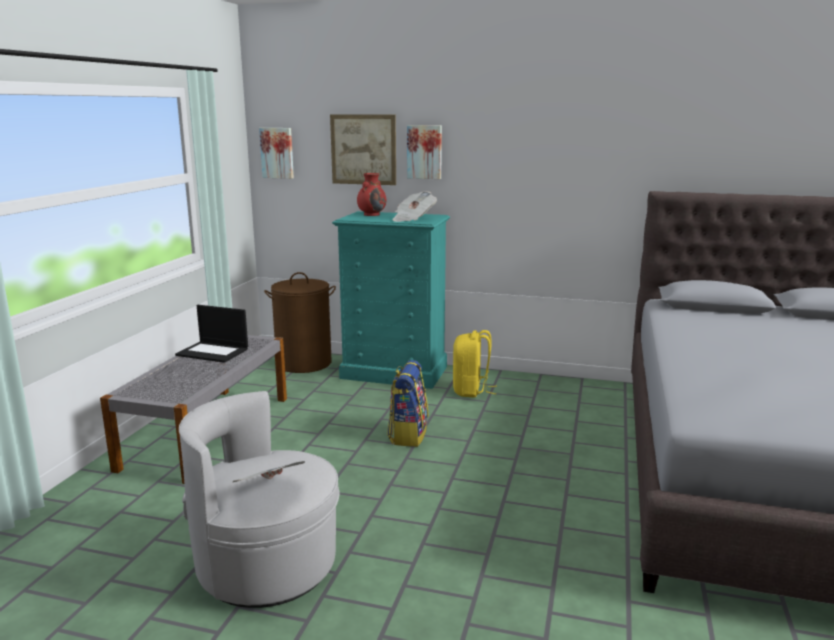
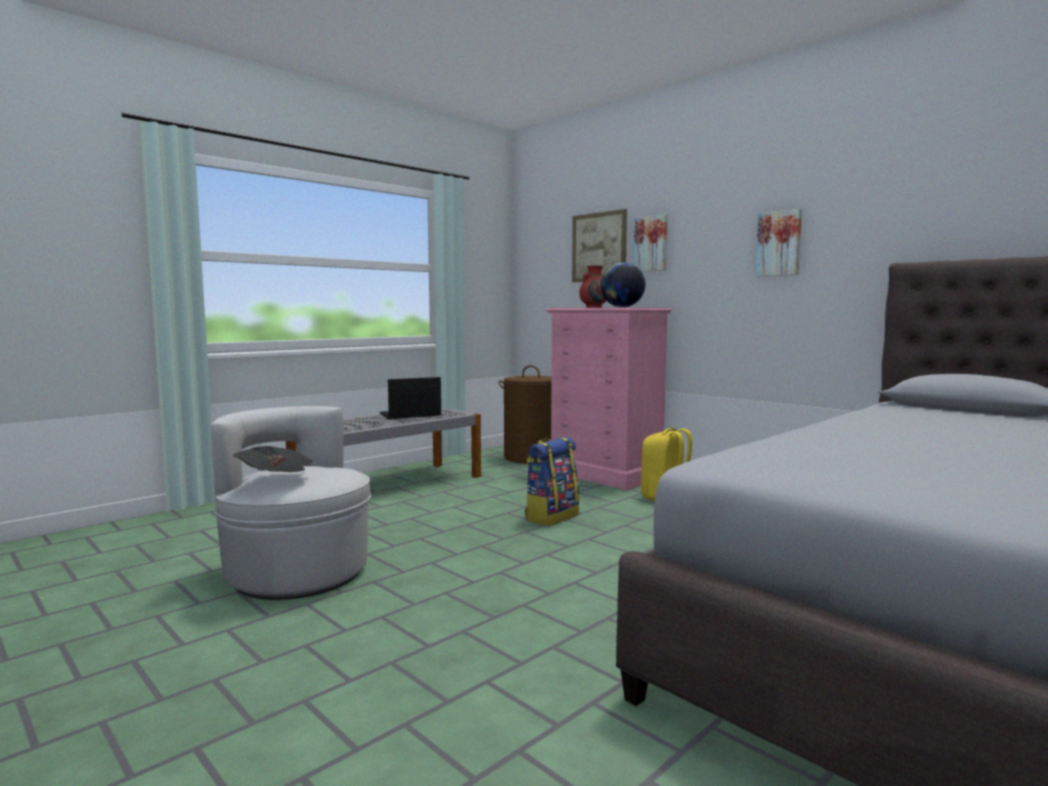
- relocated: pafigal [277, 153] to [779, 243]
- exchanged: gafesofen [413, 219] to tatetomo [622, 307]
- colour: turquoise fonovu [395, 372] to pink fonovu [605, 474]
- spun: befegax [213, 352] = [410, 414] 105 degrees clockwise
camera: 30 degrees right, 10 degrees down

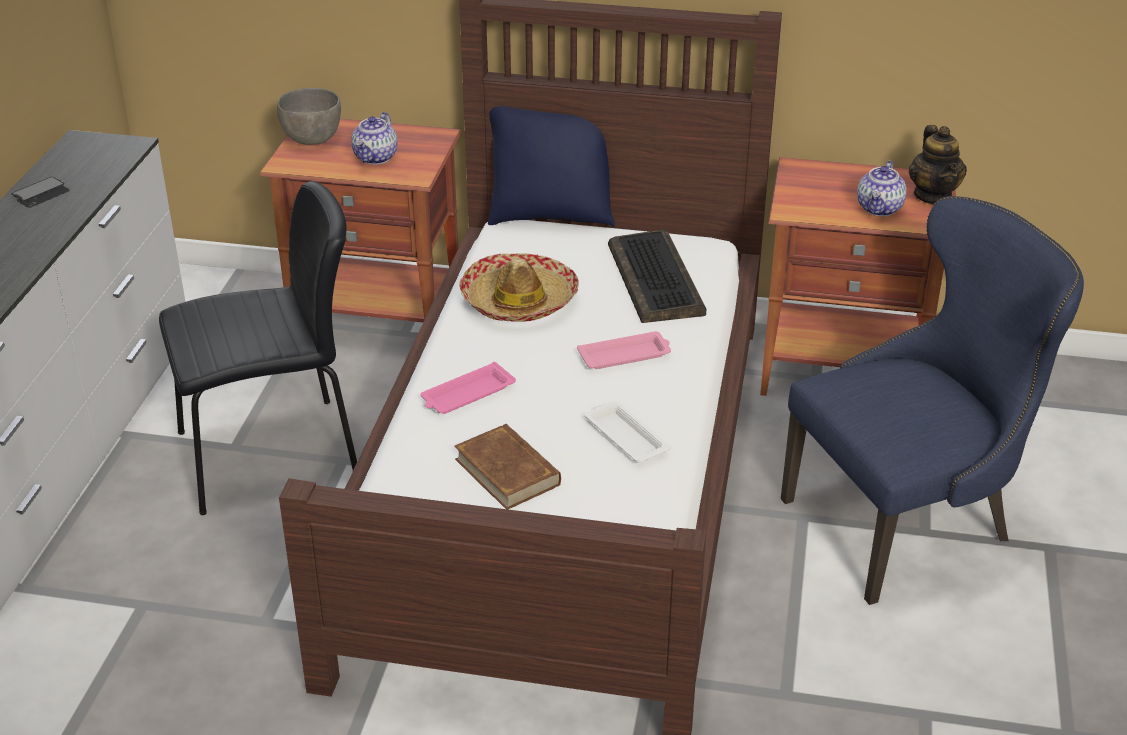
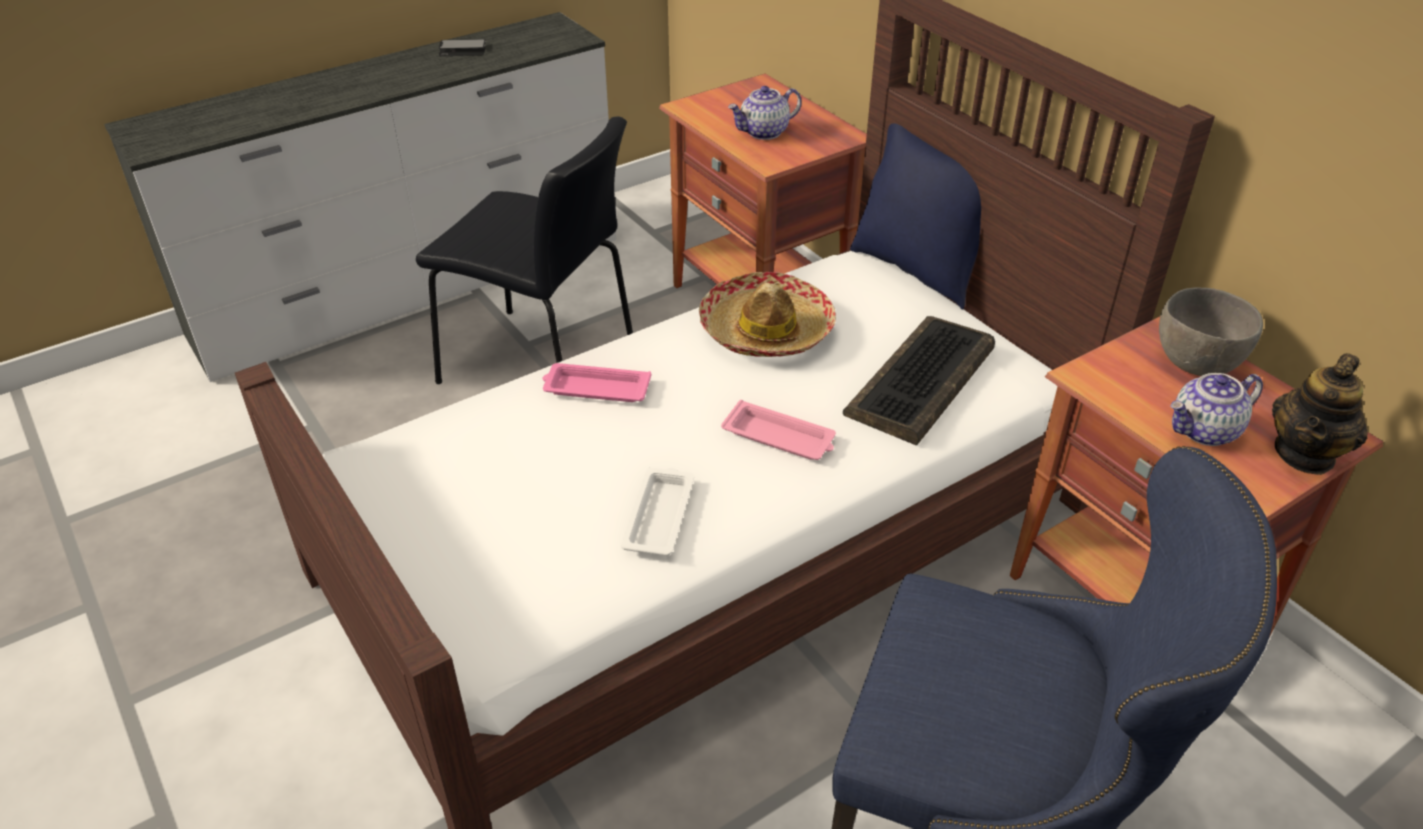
- relocated: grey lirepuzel [311, 139] to [1195, 363]
- missing: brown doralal [507, 471]
camera: 45 degrees right, 5 degrees up

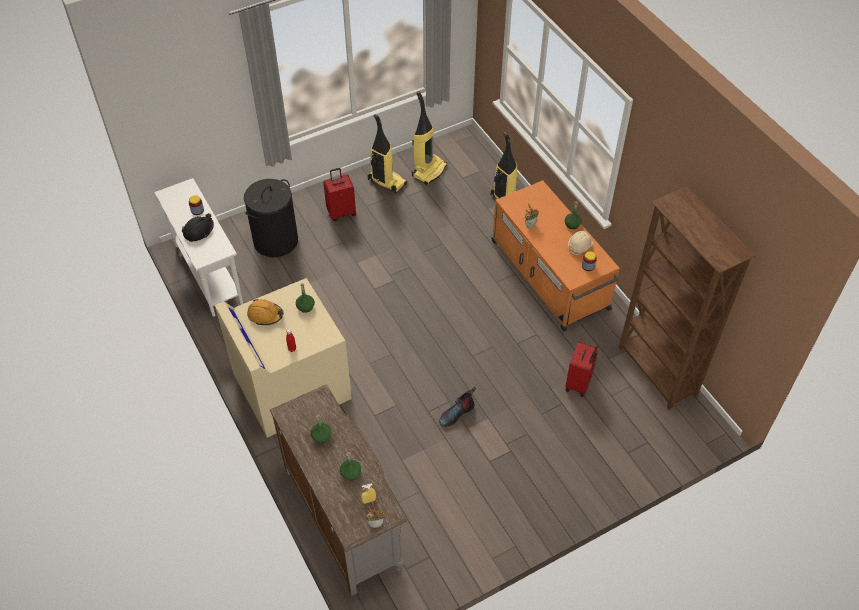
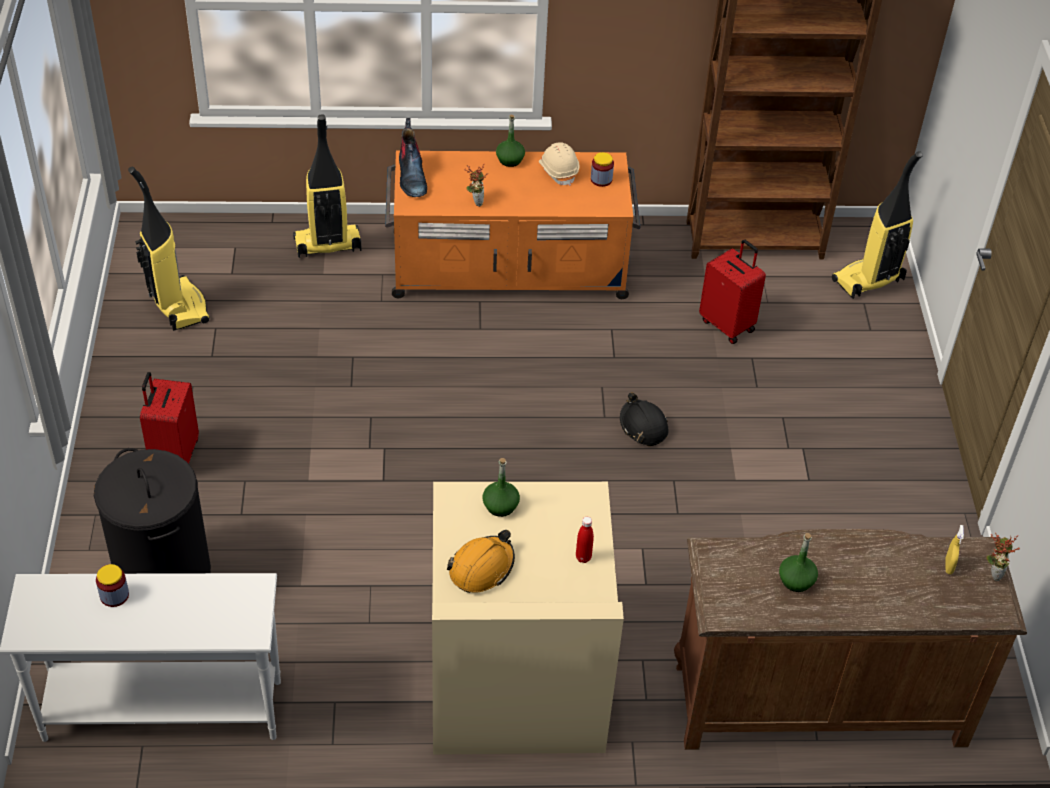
- relocated: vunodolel [386, 182] to [868, 281]
- relocated: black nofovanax [198, 231] to [643, 426]
- colour: grey fonovu [344, 515] to brown fonovu [816, 700]
- relocated: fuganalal [457, 413] to [411, 177]
- missing: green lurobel [351, 473]
camera: 65 degrees left, 5 degrees down

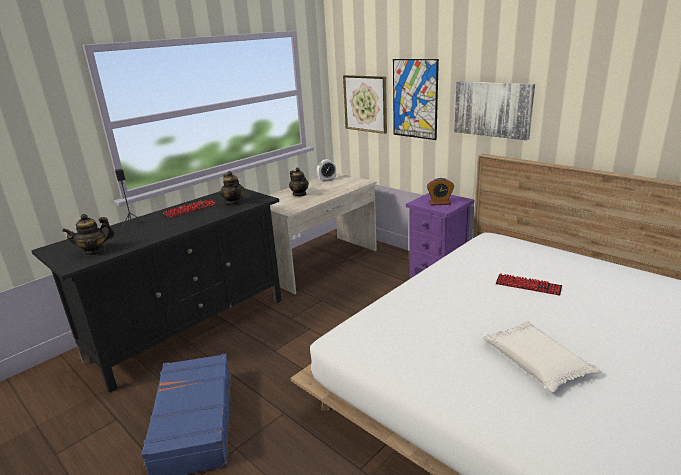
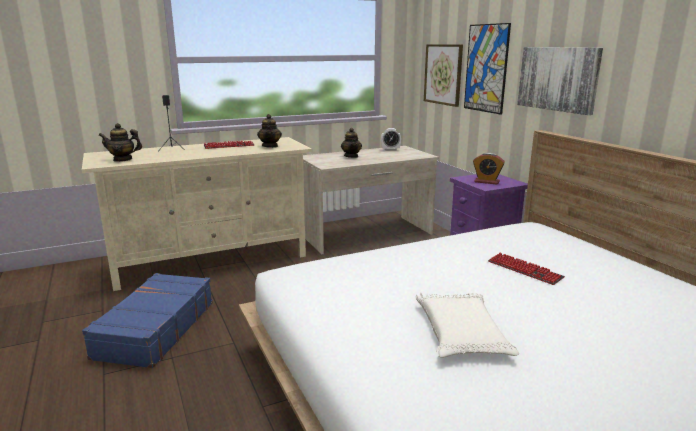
- colour: black fonovu [190, 328] to beige fonovu [211, 261]
camera: 20 degrees right, 5 degrees down

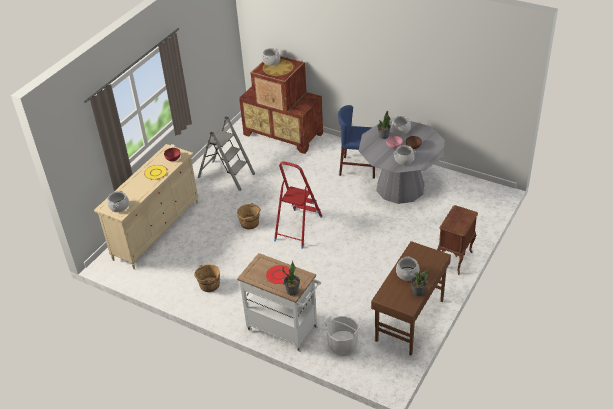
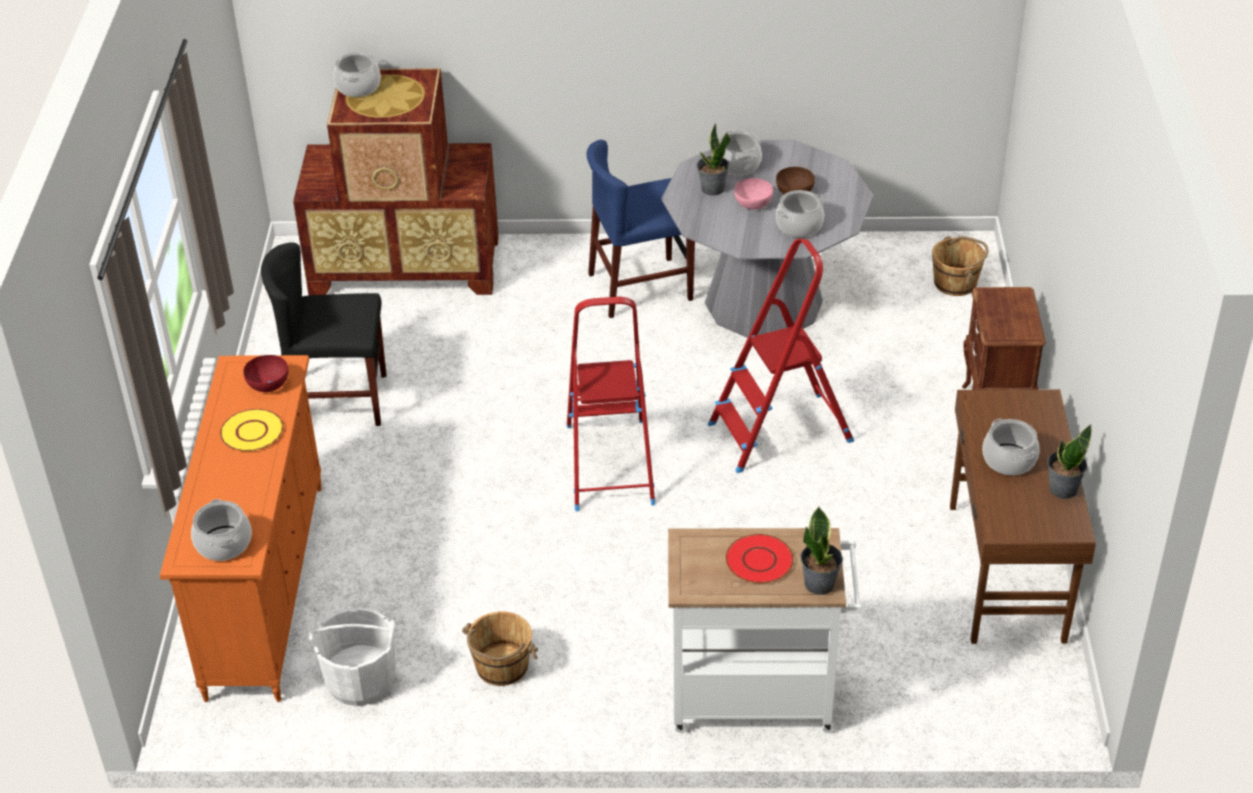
- exchanged: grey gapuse [225, 175] to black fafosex [337, 401]
- colour: beige fonovu [156, 231] to orange fonovu [265, 589]
- relocated: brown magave [250, 223] to [956, 283]
- relocated: white magave [343, 345] to [360, 680]
- appeared: red gapuse [778, 433]
camera: 30 degrees left, 0 degrees up

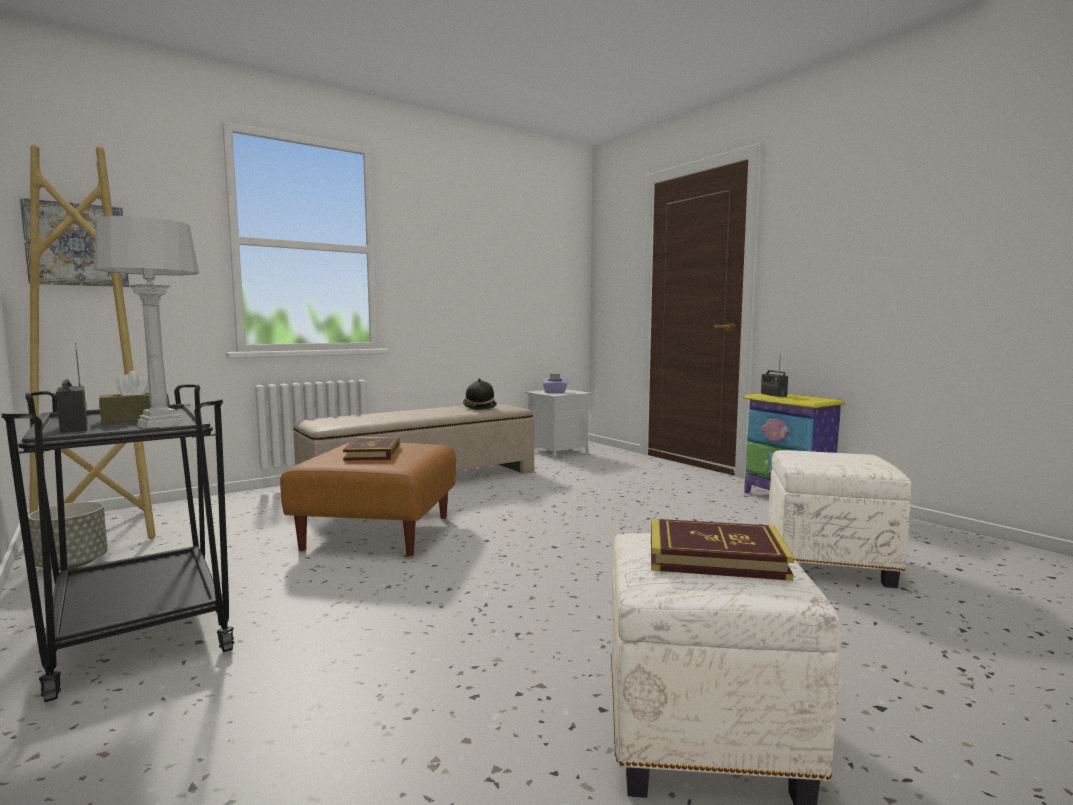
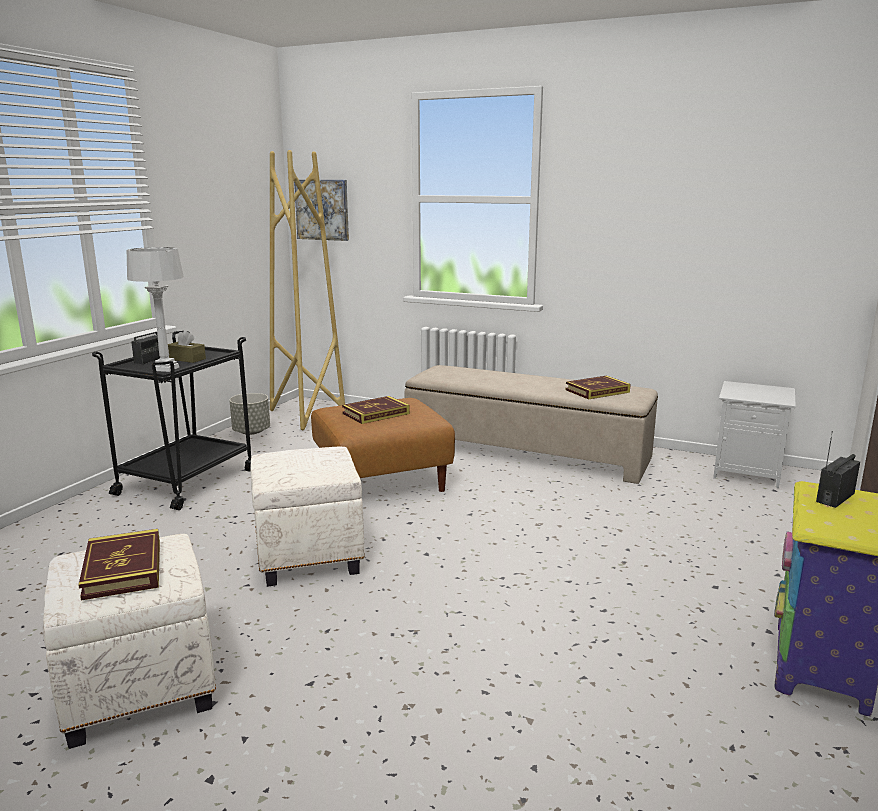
- missing: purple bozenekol [555, 392]
- exchanged: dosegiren [479, 408] to doralal [597, 391]
- relocated: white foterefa [829, 563] to [310, 557]
camera: 60 degrees right, 10 degrees up

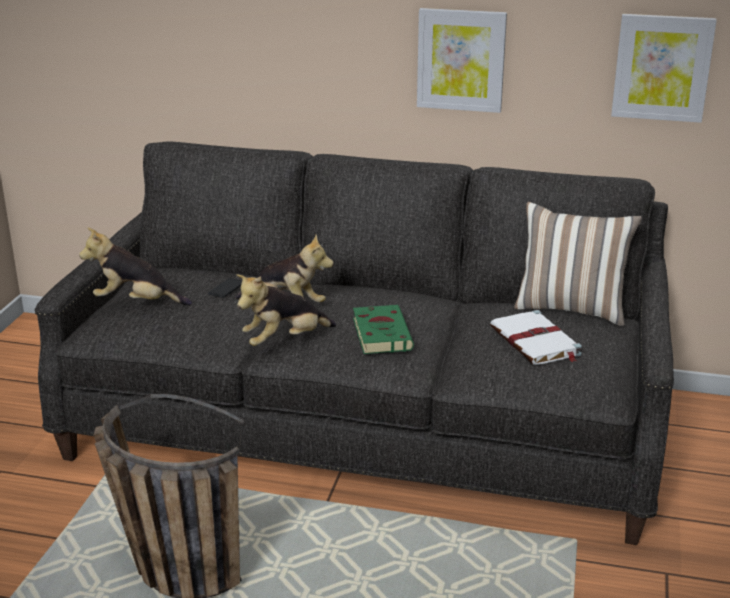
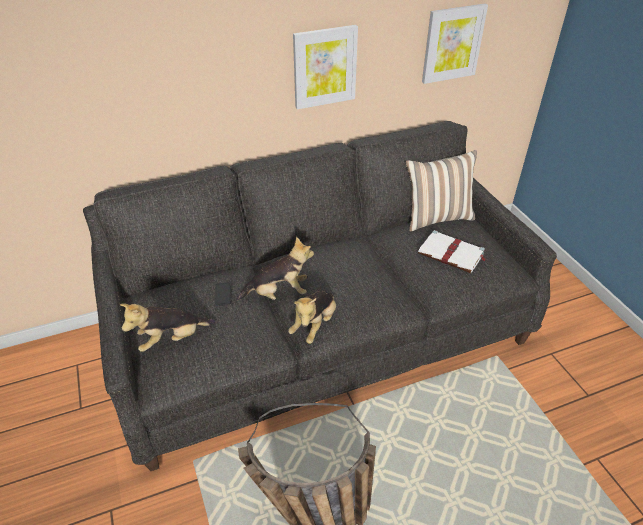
- missing: green doralal [381, 333]
camera: 35 degrees left, 15 degrees up

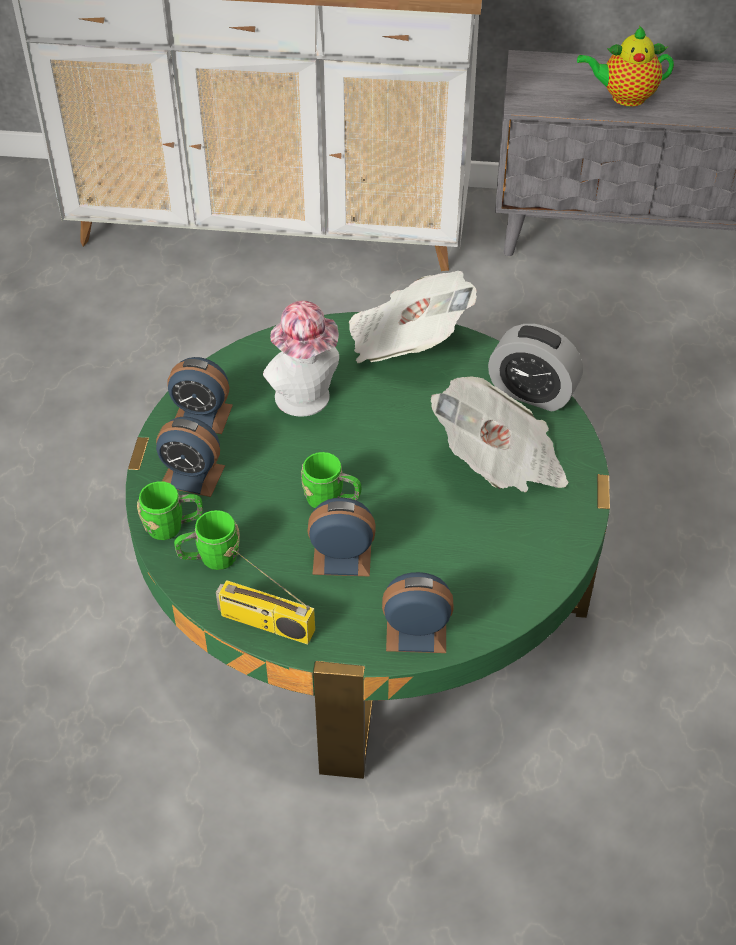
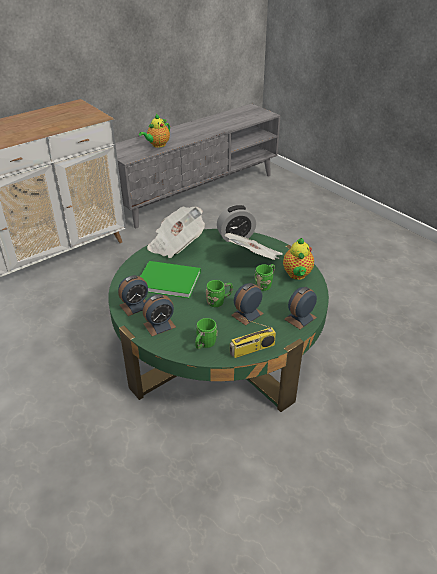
- exchanged: dosegiren [307, 401] to green doralal [167, 279]
- relocated: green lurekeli [173, 526] to [265, 284]
- appeared: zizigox [297, 275]
camera: 45 degrees left, 10 degrees down

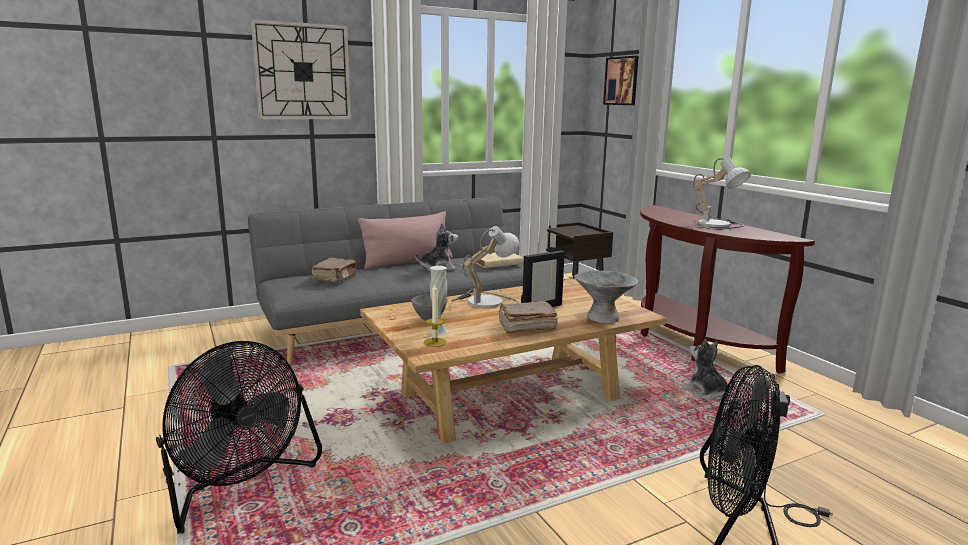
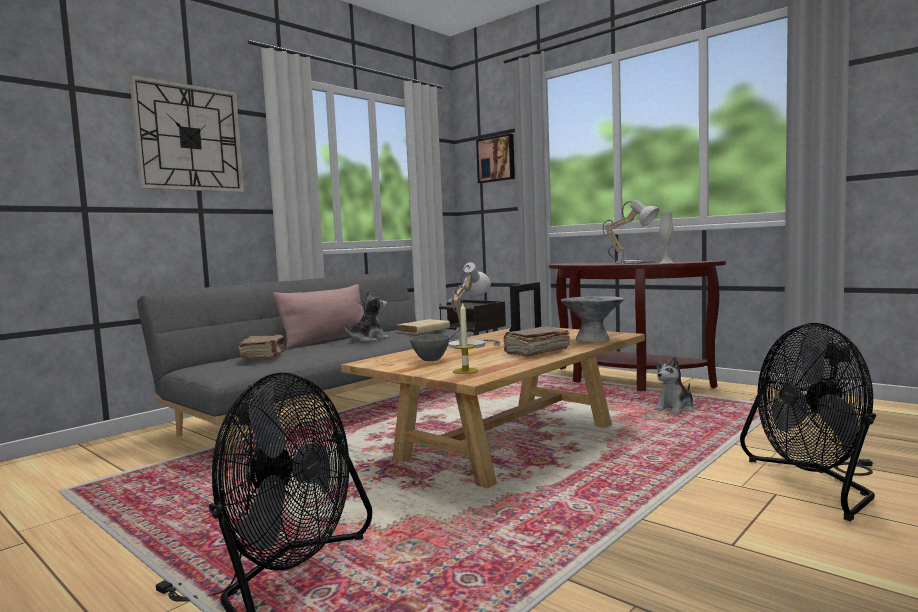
- relocated: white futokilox [438, 331] to [666, 262]
- spun: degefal [705, 392] = [675, 409] 75 degrees counterclockwise
camera: 20 degrees left, 10 degrees down

